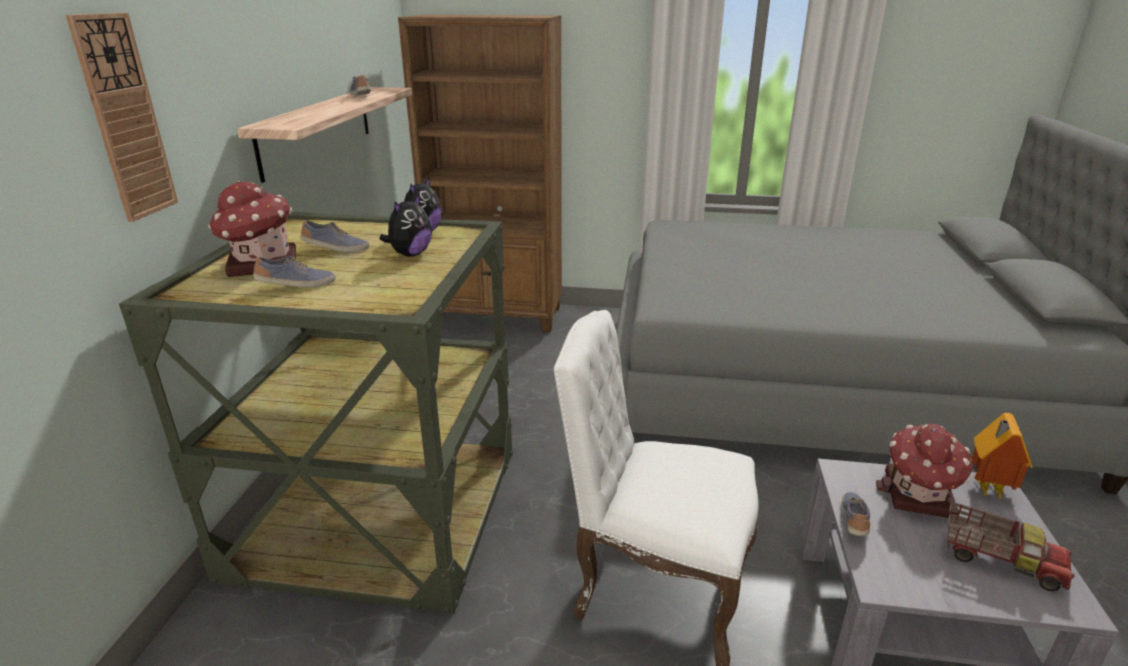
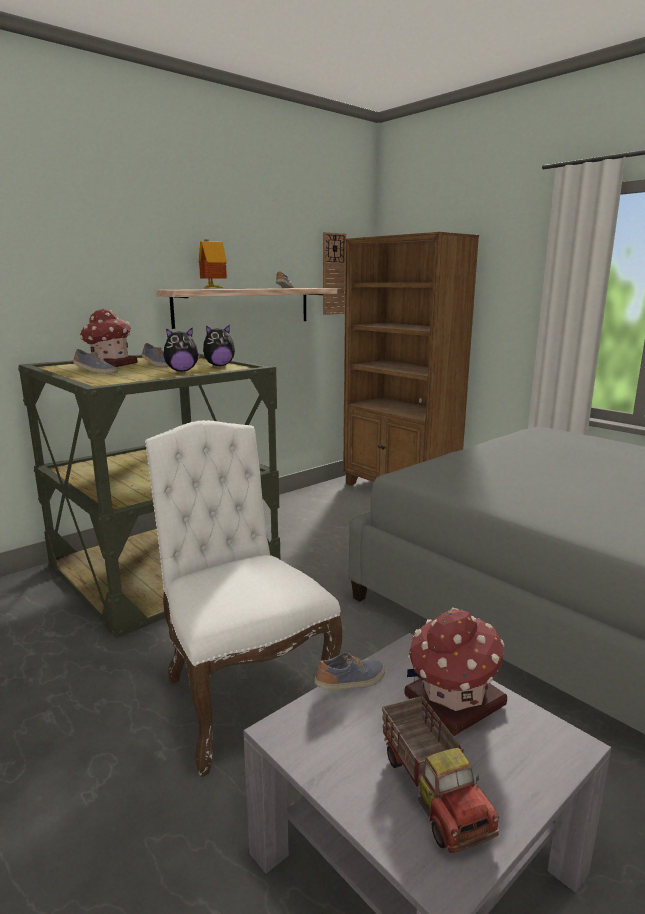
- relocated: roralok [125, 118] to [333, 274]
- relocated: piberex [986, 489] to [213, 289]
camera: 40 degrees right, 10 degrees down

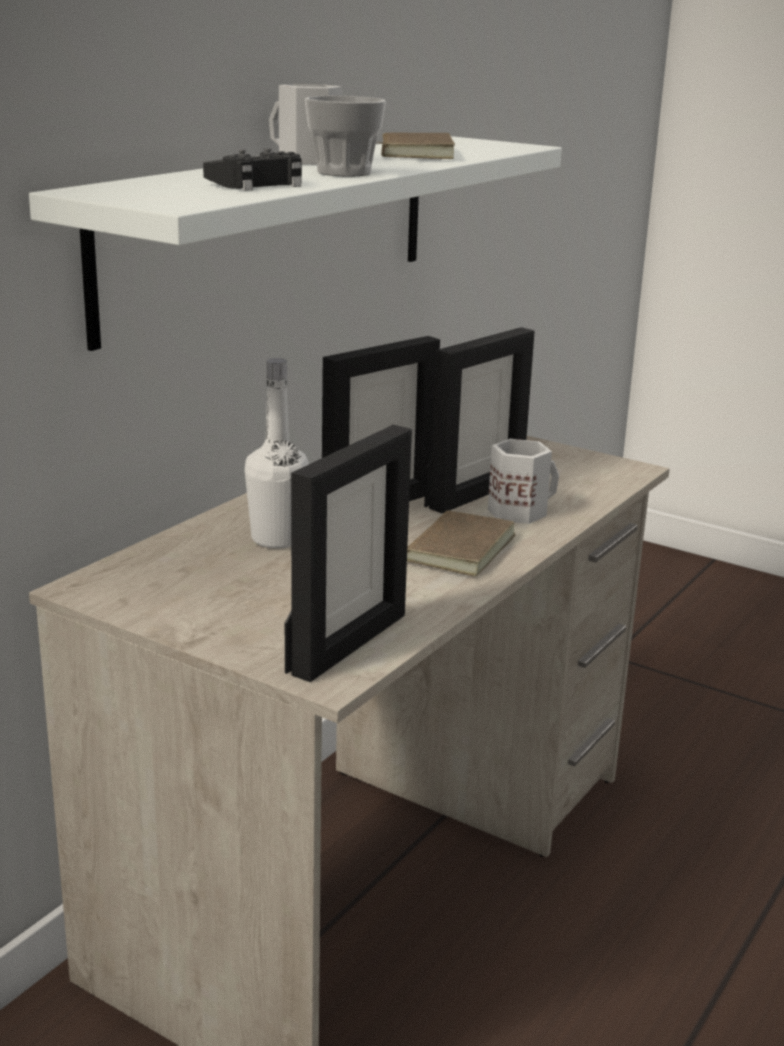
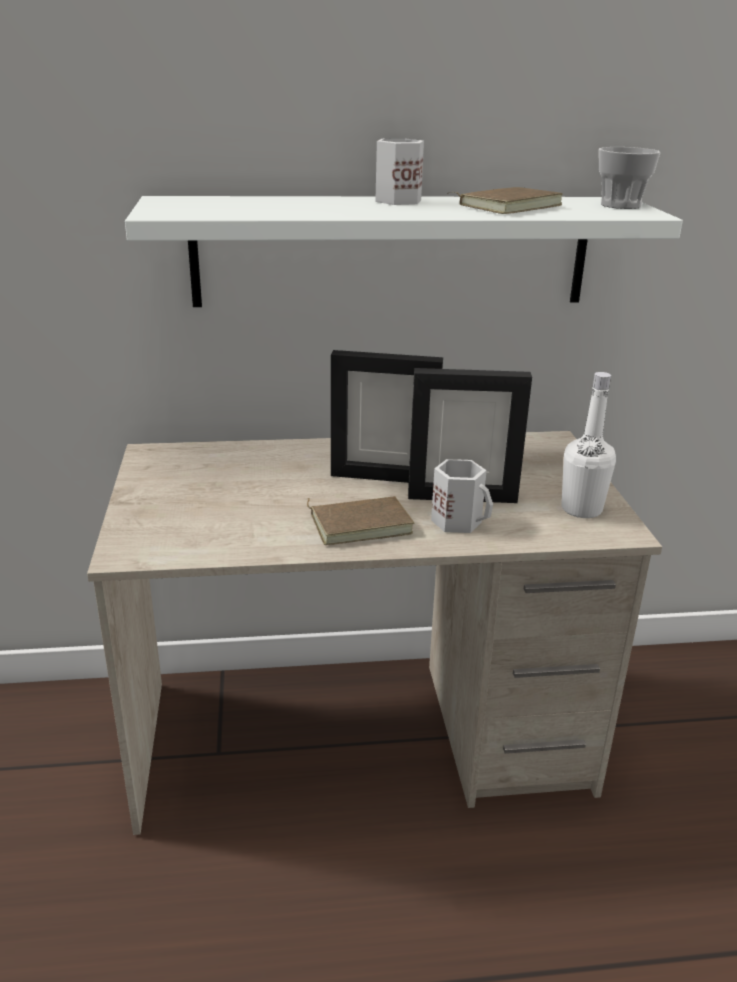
- relocated: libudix [344, 172] to [620, 205]
- missing: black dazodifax [257, 184]
- relocated: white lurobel [277, 539] to [581, 509]
- missing: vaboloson [347, 643]
camera: 50 degrees right, 5 degrees up

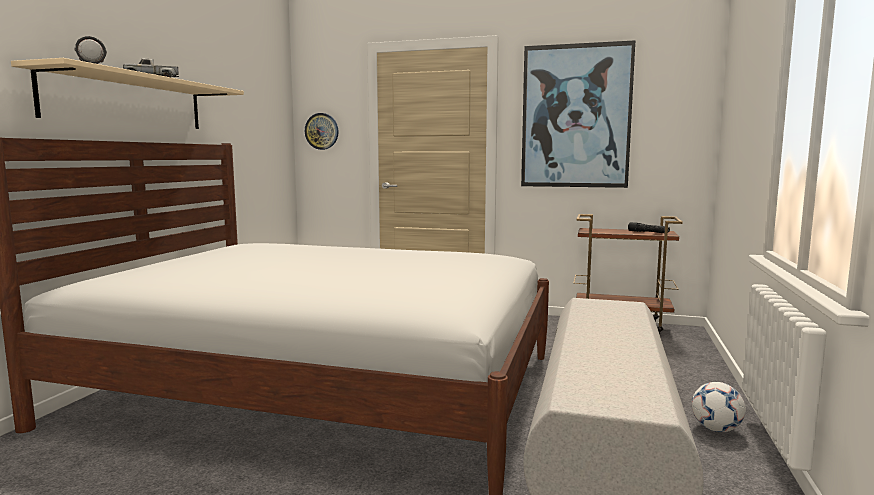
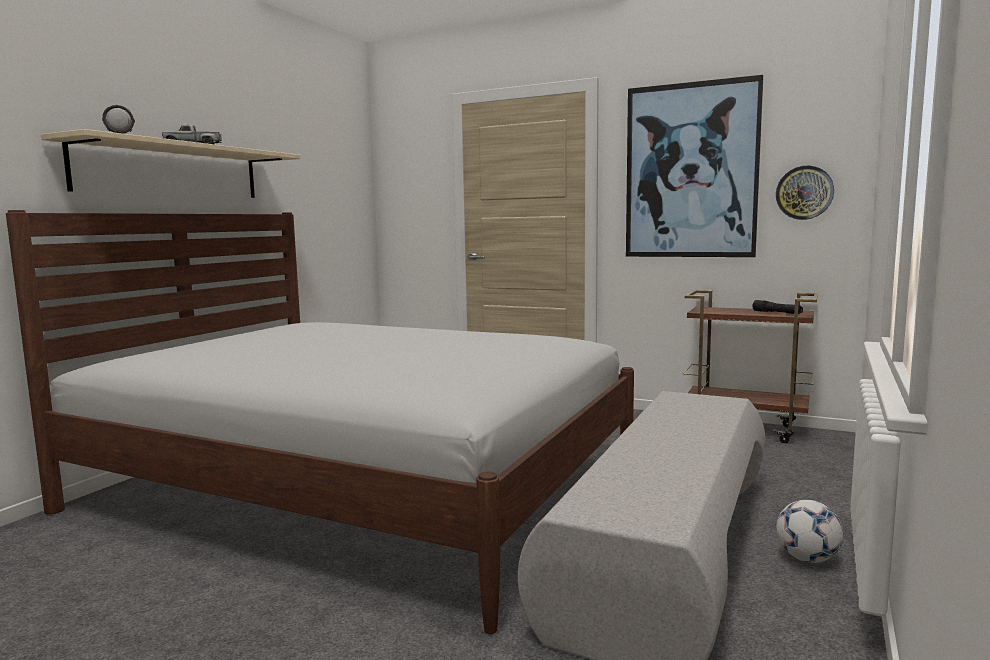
- relocated: roralok [322, 131] to [804, 192]
camera: 10 degrees right, 0 degrees up

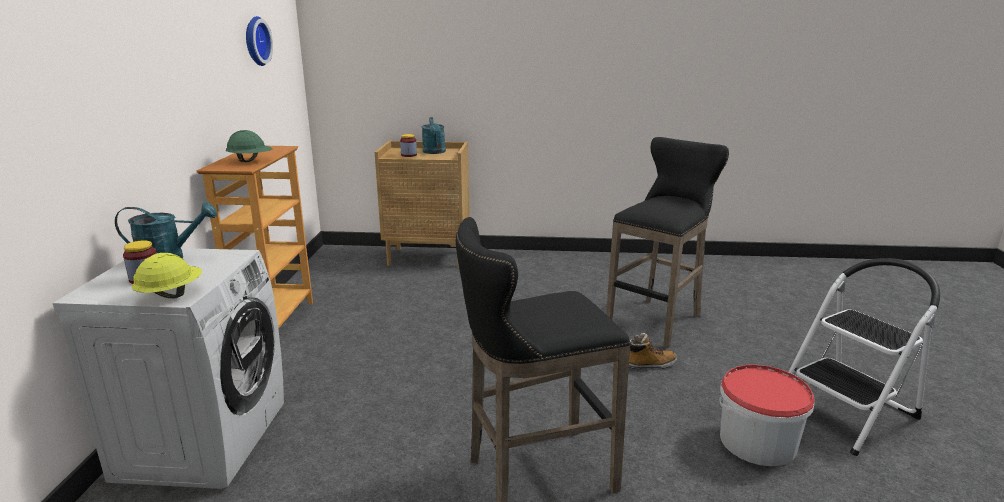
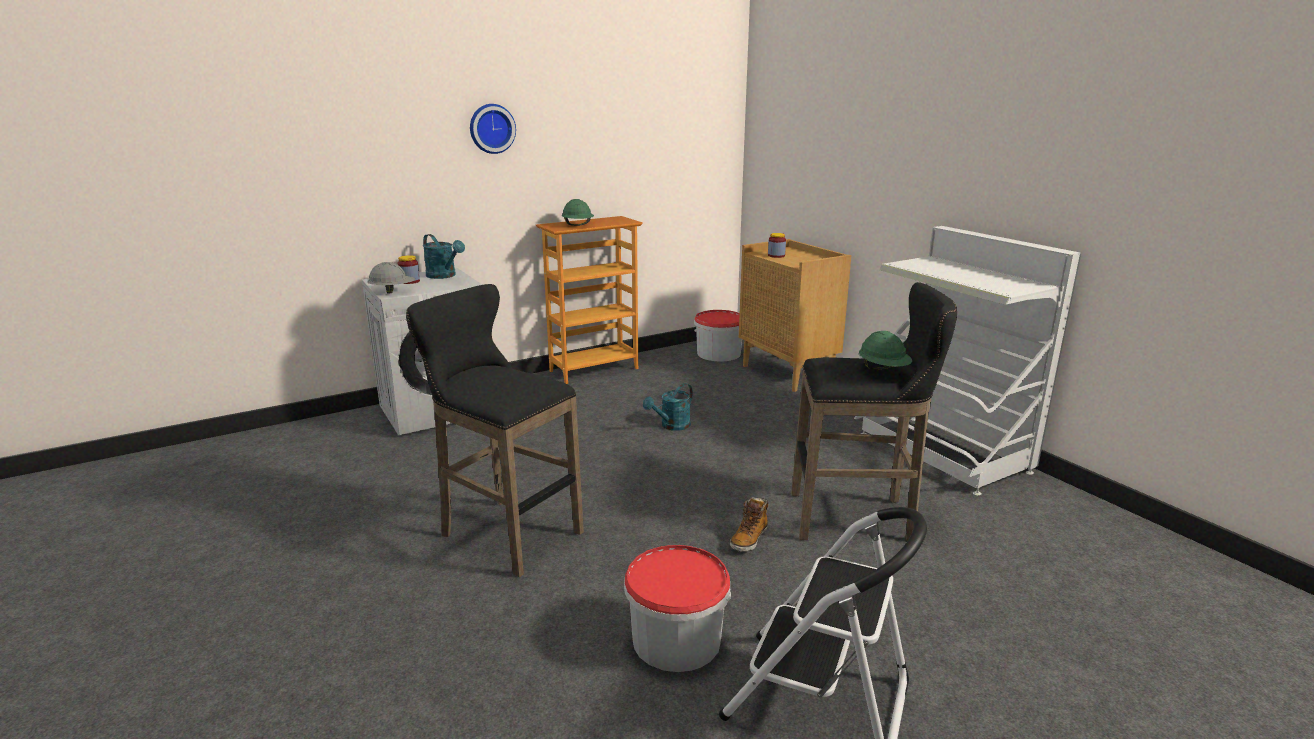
- relocated: roralok [255, 41] to [491, 128]
- relocated: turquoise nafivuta [434, 152] to [671, 426]
- colour: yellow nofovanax [171, 295] to grey nofovanax [393, 292]
- spun: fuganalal [650, 364] = [749, 539] 75 degrees clockwise
- appeared: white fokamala [938, 454]
- appeared: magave [719, 353]
- appeared: green nofovanax [883, 370]
camera: 55 degrees right, 0 degrees up

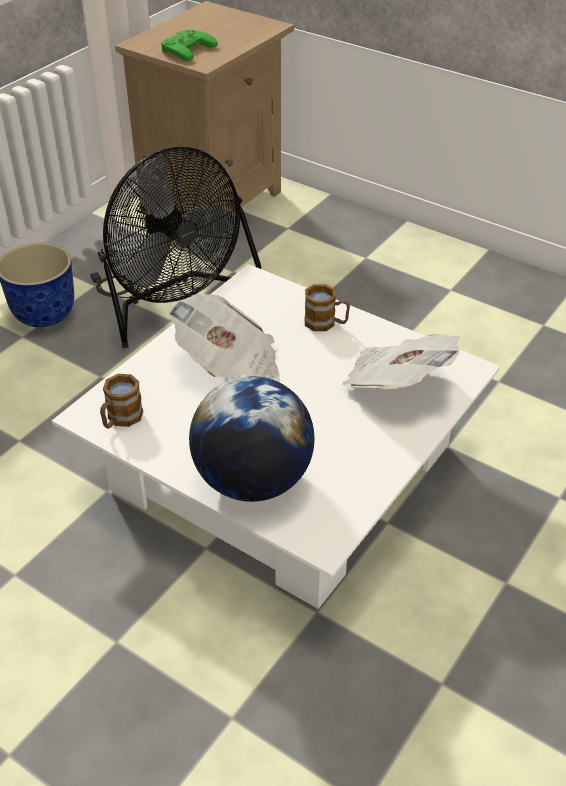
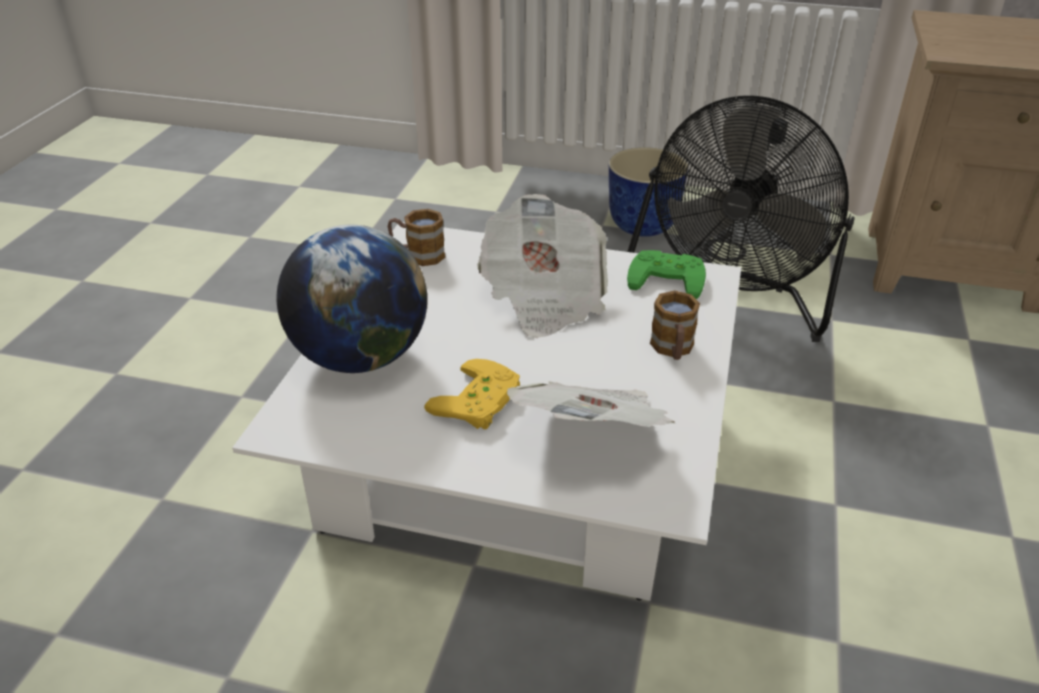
- relocated: green dazodifax [185, 48] to [667, 277]
- appeared: yellow dazodifax [480, 402]
camera: 70 degrees right, 5 degrees down

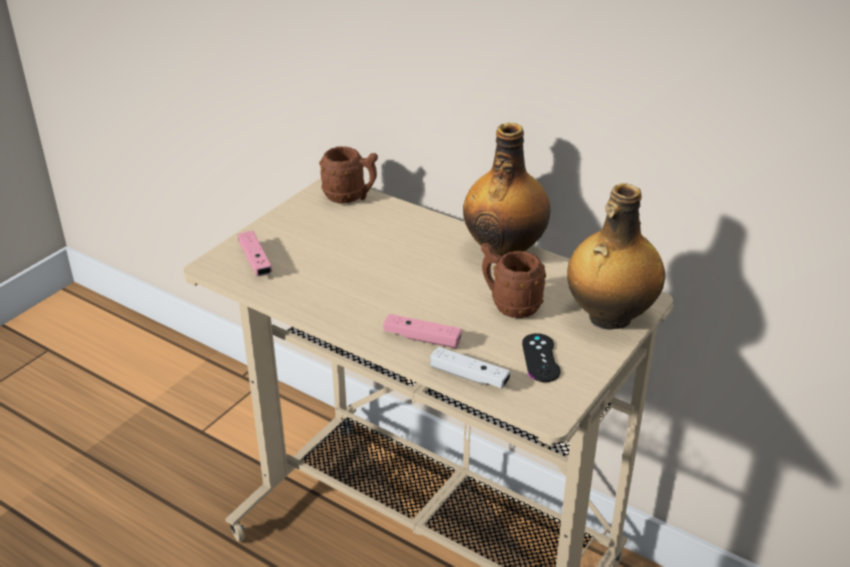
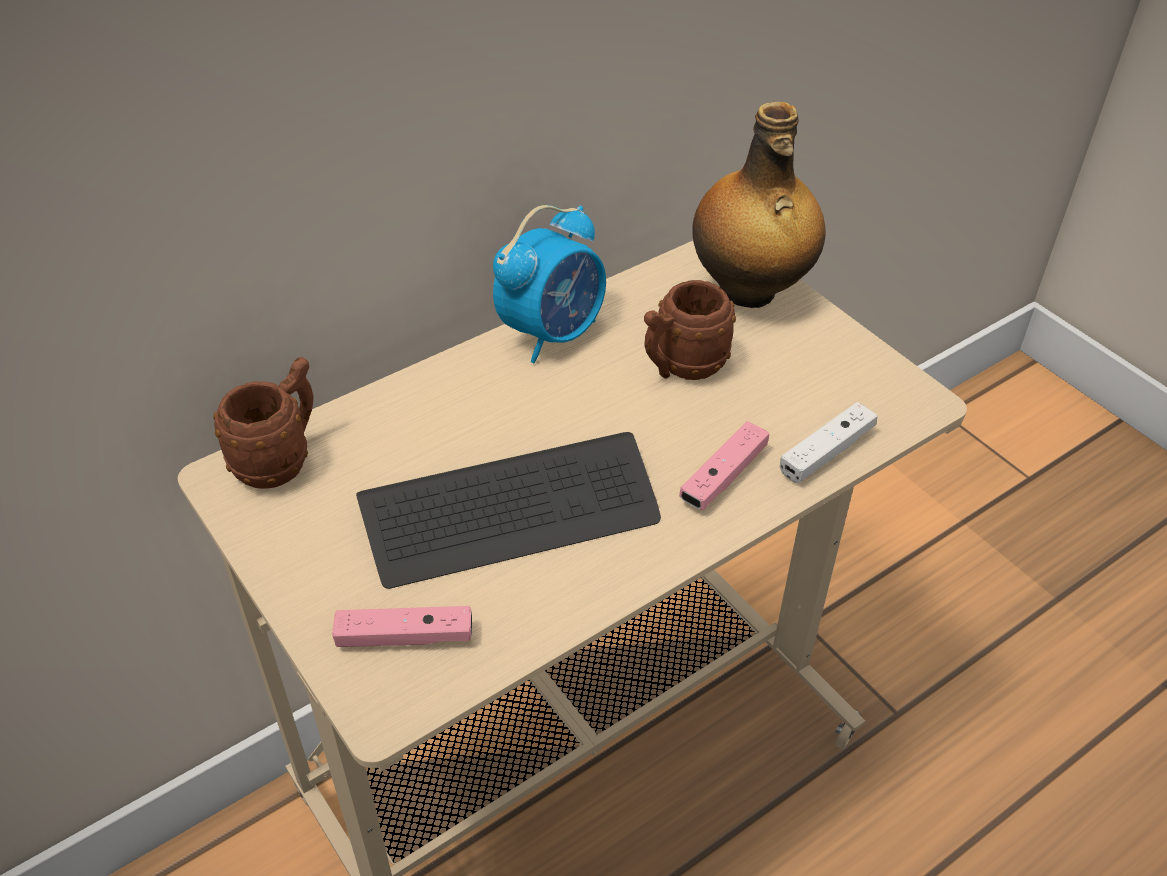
- exchanged: lurobel [505, 252] to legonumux [553, 333]
- missing: black dazodifax [540, 358]
- appeared: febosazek [511, 512]
camera: 70 degrees left, 10 degrees up

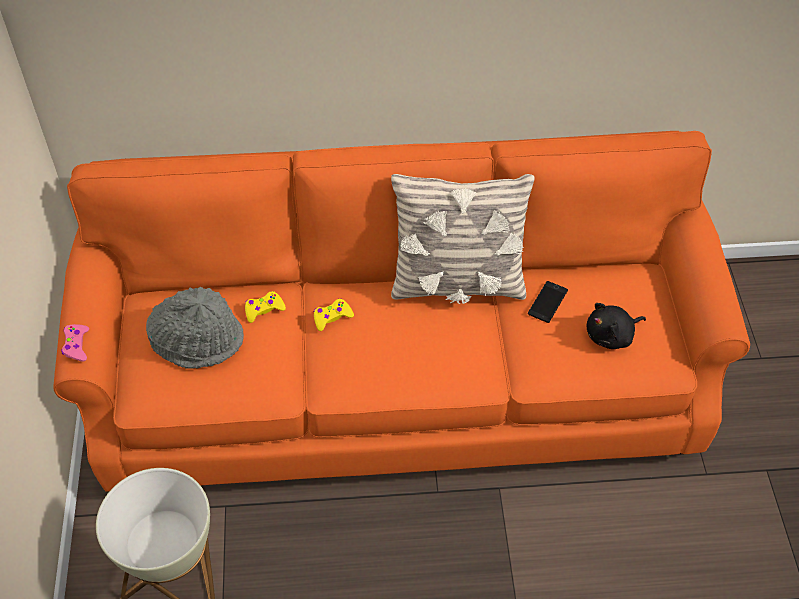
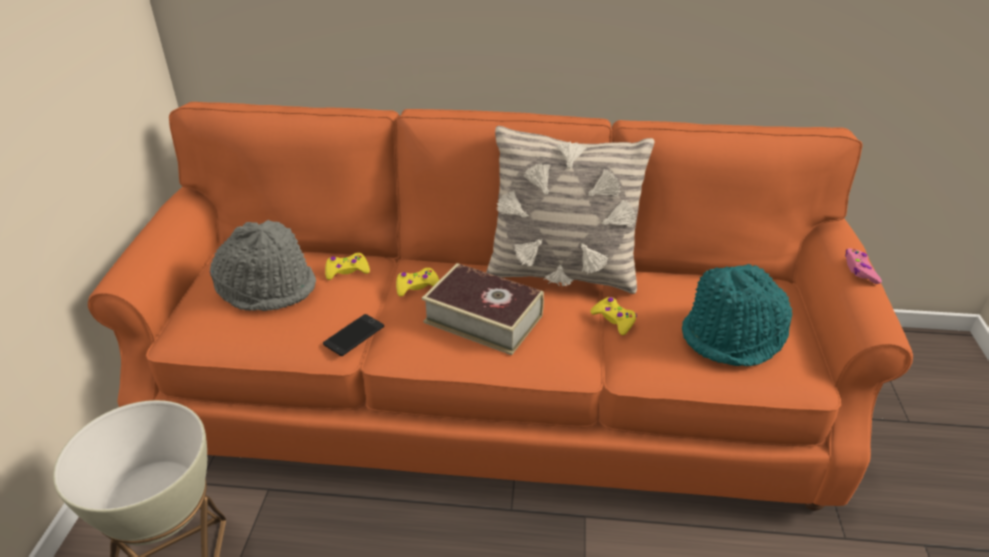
- relocated: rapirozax [547, 302] to [354, 335]
- exchanged: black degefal [611, 336] to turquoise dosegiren [734, 337]
- relocated: pink dazodifax [76, 346] to [860, 270]
- appeared: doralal [483, 318]
- appeared: yellow dazodifax [614, 320]
camera: 10 degrees right, 15 degrees down

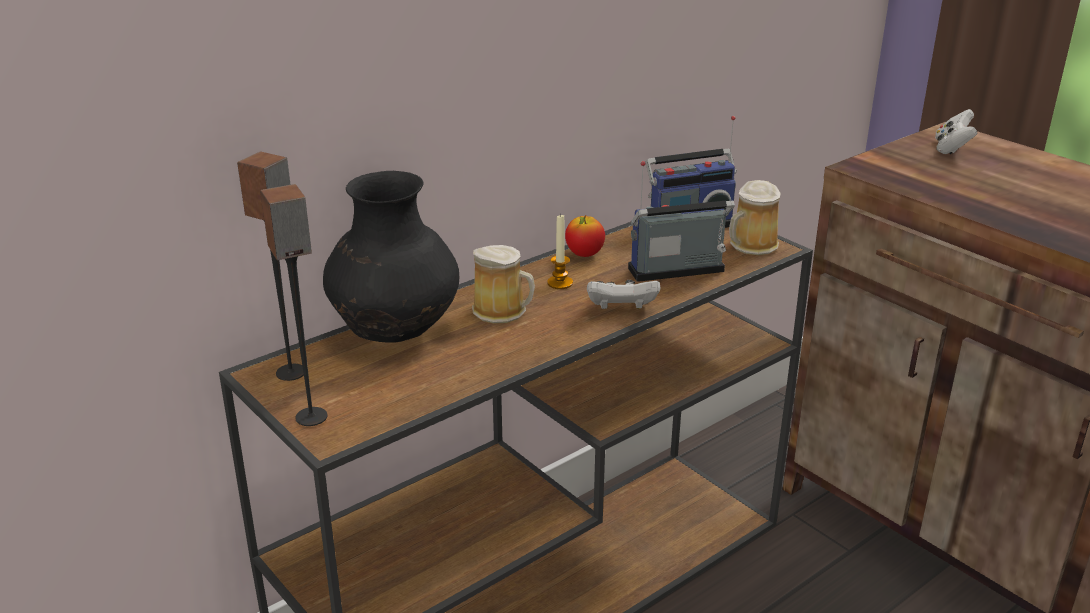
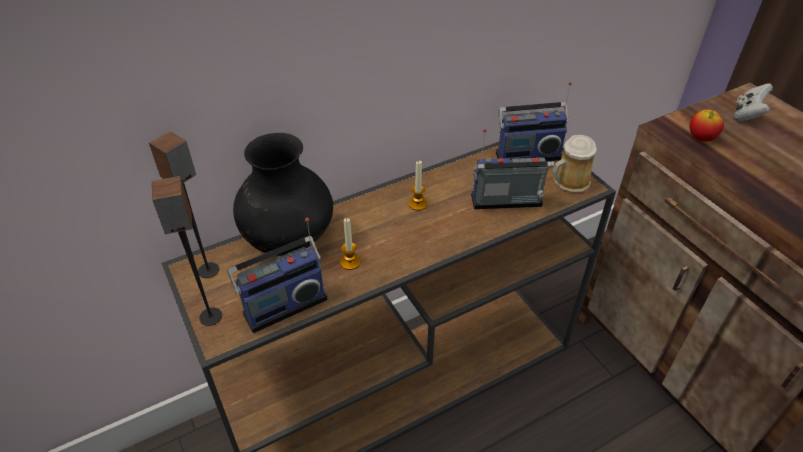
- relocated: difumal [584, 255] to [700, 138]
- missing: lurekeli [503, 311]
- missing: white dazodifax [621, 310]
- appeared: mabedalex [283, 304]
- appeared: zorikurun [350, 262]
camera: 10 degrees right, 15 degrees up

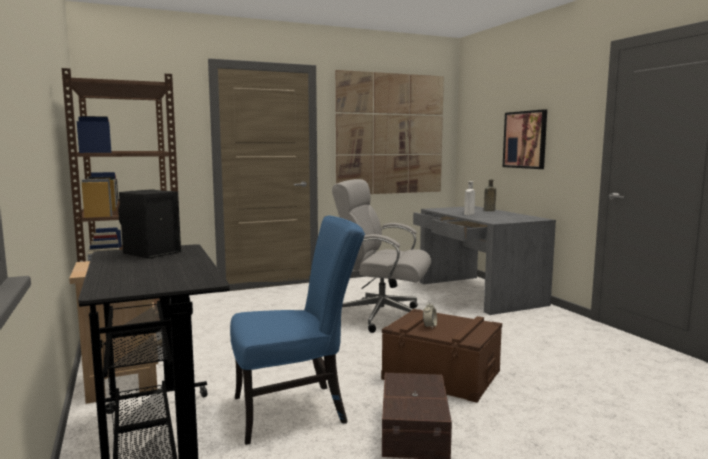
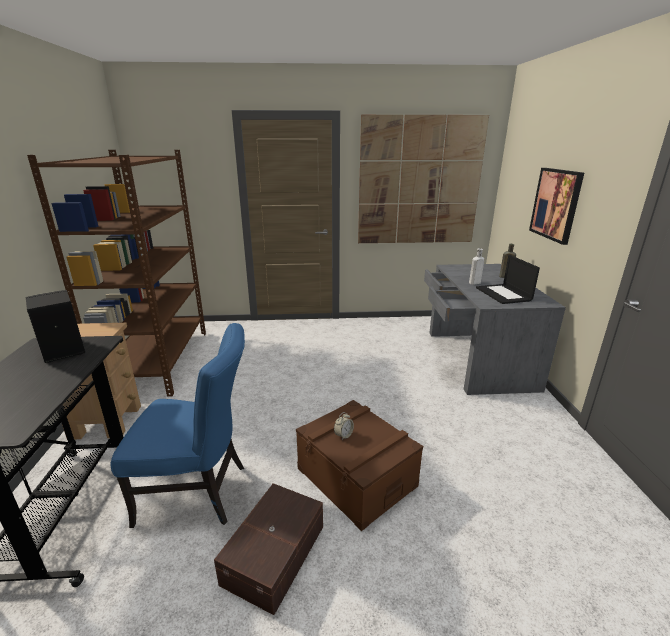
- missing: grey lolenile [382, 316]
- appeared: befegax [504, 294]
camera: 20 degrees right, 15 degrees up

